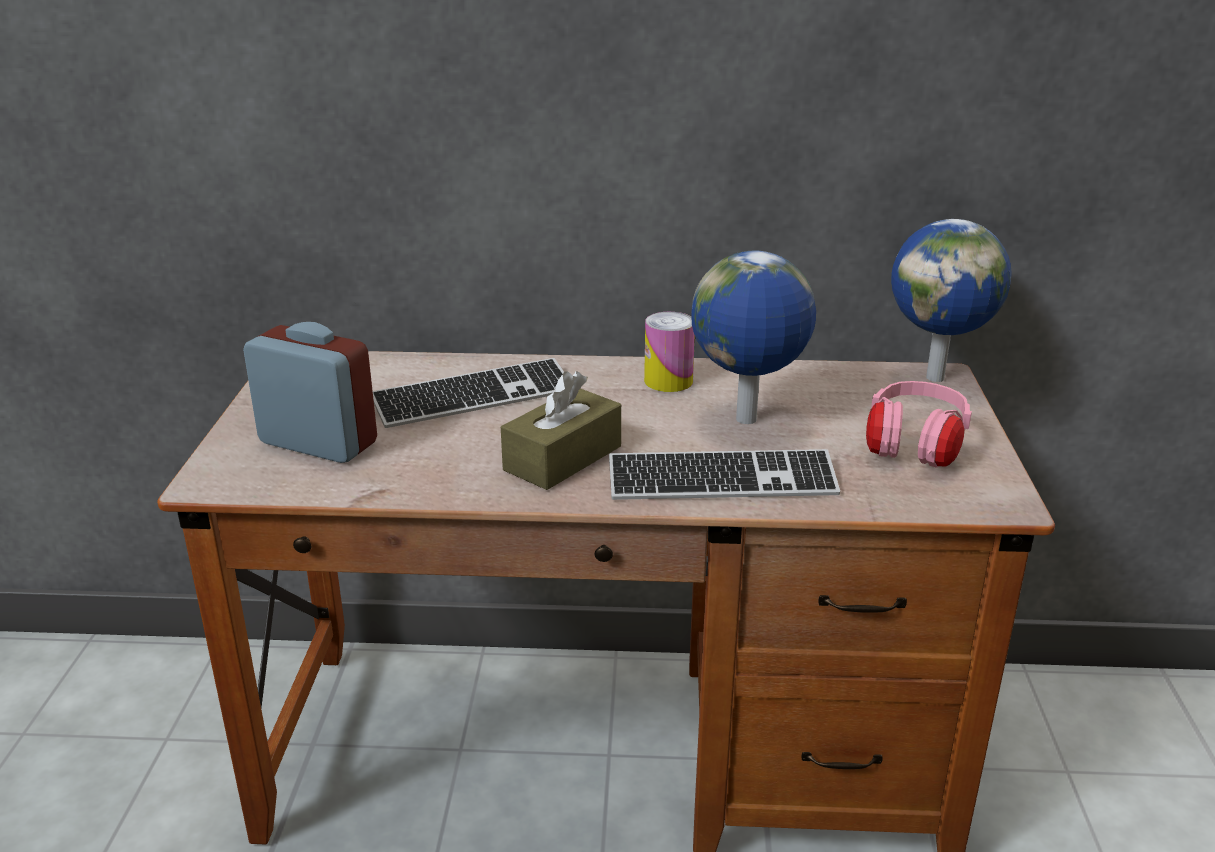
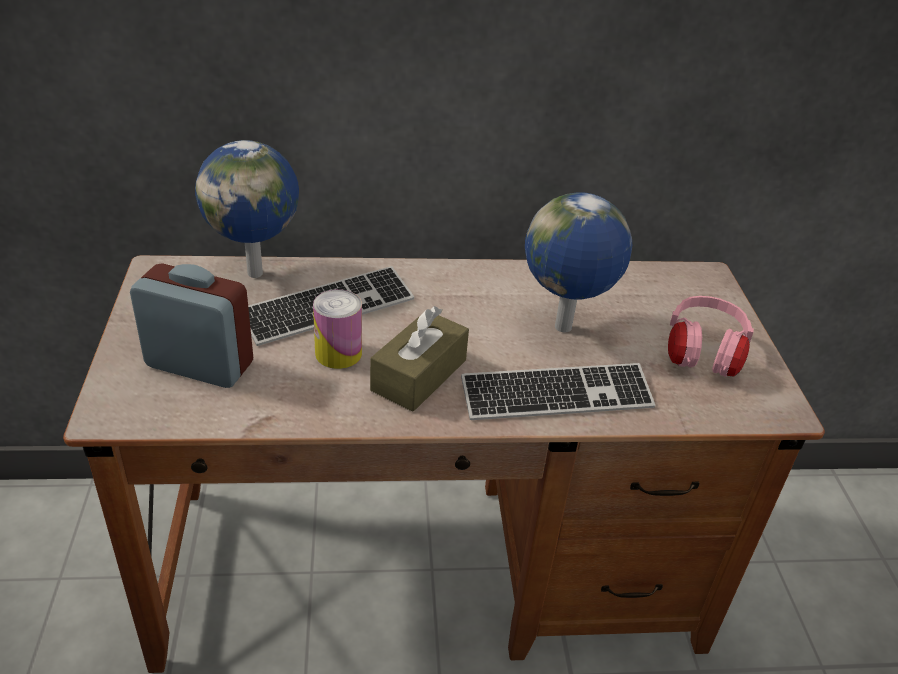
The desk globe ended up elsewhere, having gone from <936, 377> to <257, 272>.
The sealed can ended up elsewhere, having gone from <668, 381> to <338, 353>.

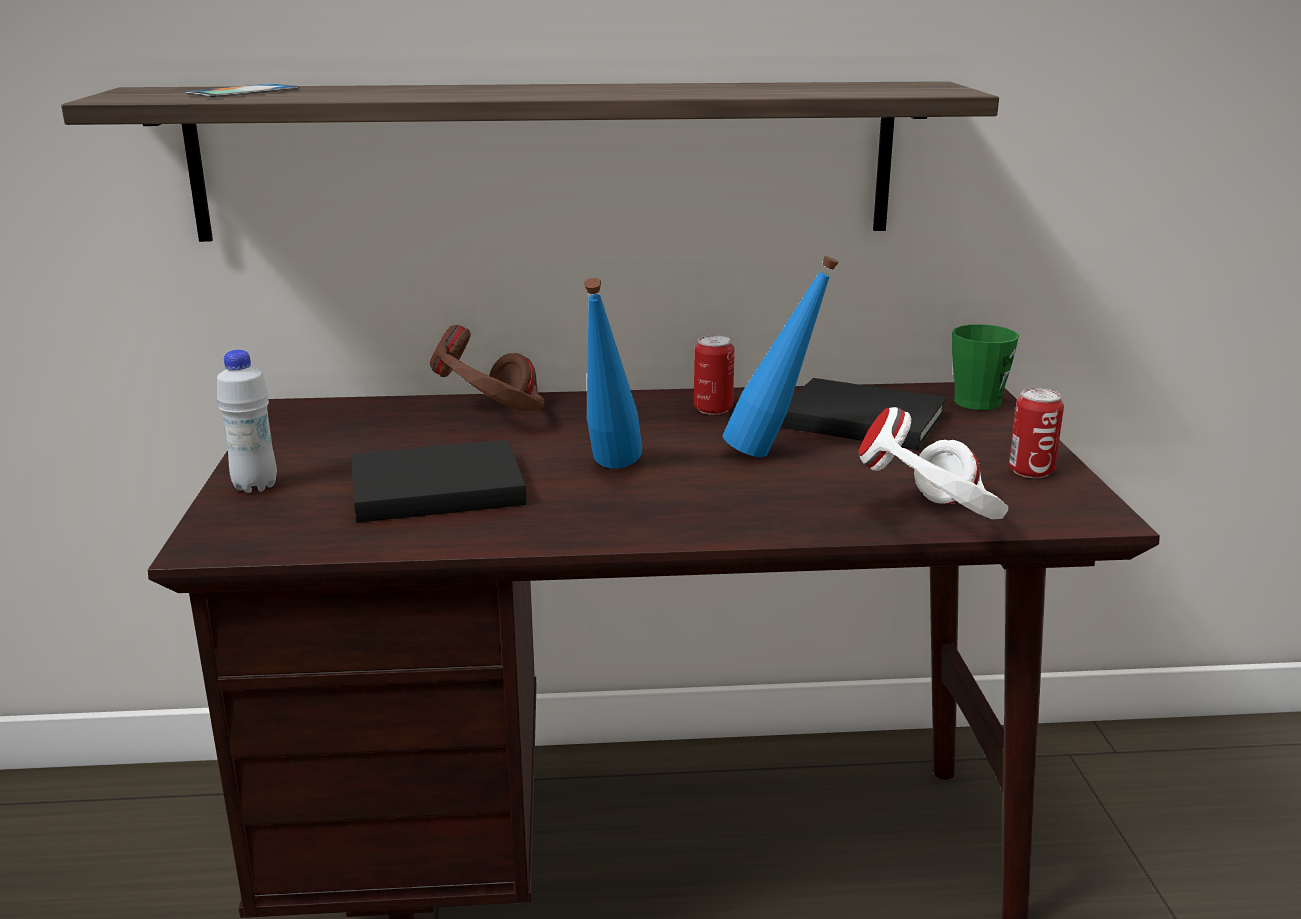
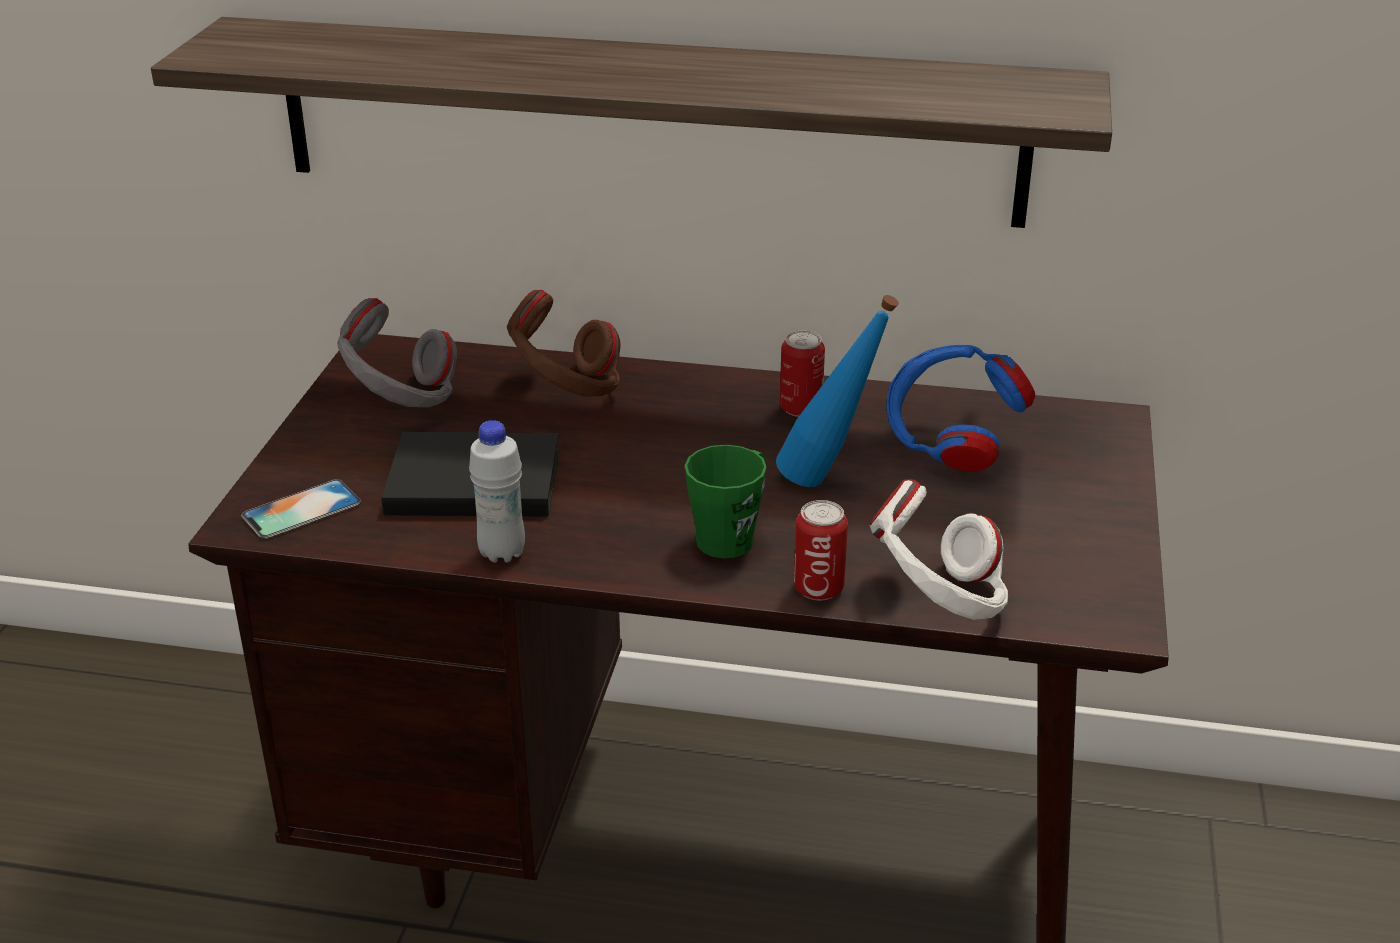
The telephone ended up elsewhere, having gone from <243, 92> to <302, 510>.
The second view gained the pair of headphones in grey at <401, 401>.
The bottle in white ended up elsewhere, having gone from <255, 486> to <502, 553>.
The mug in green ended up elsewhere, having gone from <978, 399> to <731, 535>.
The sealed can ended up elsewhere, having gone from <1030, 471> to <818, 588>.
Where the book in black stood at <858, 419>, the pair of headphones in blue came to stand at <950, 444>.
The second view lost the bottle in blue at <609, 471>.

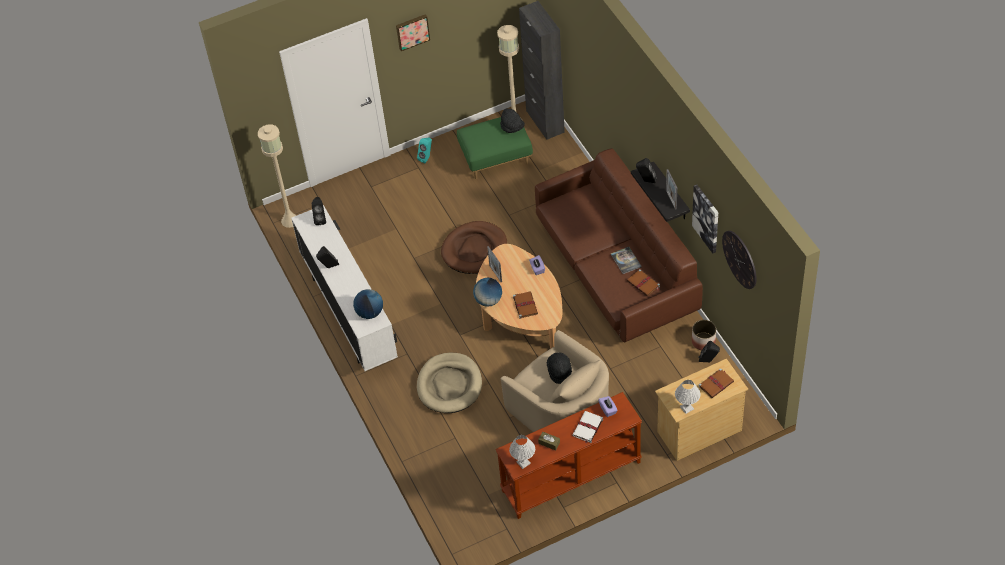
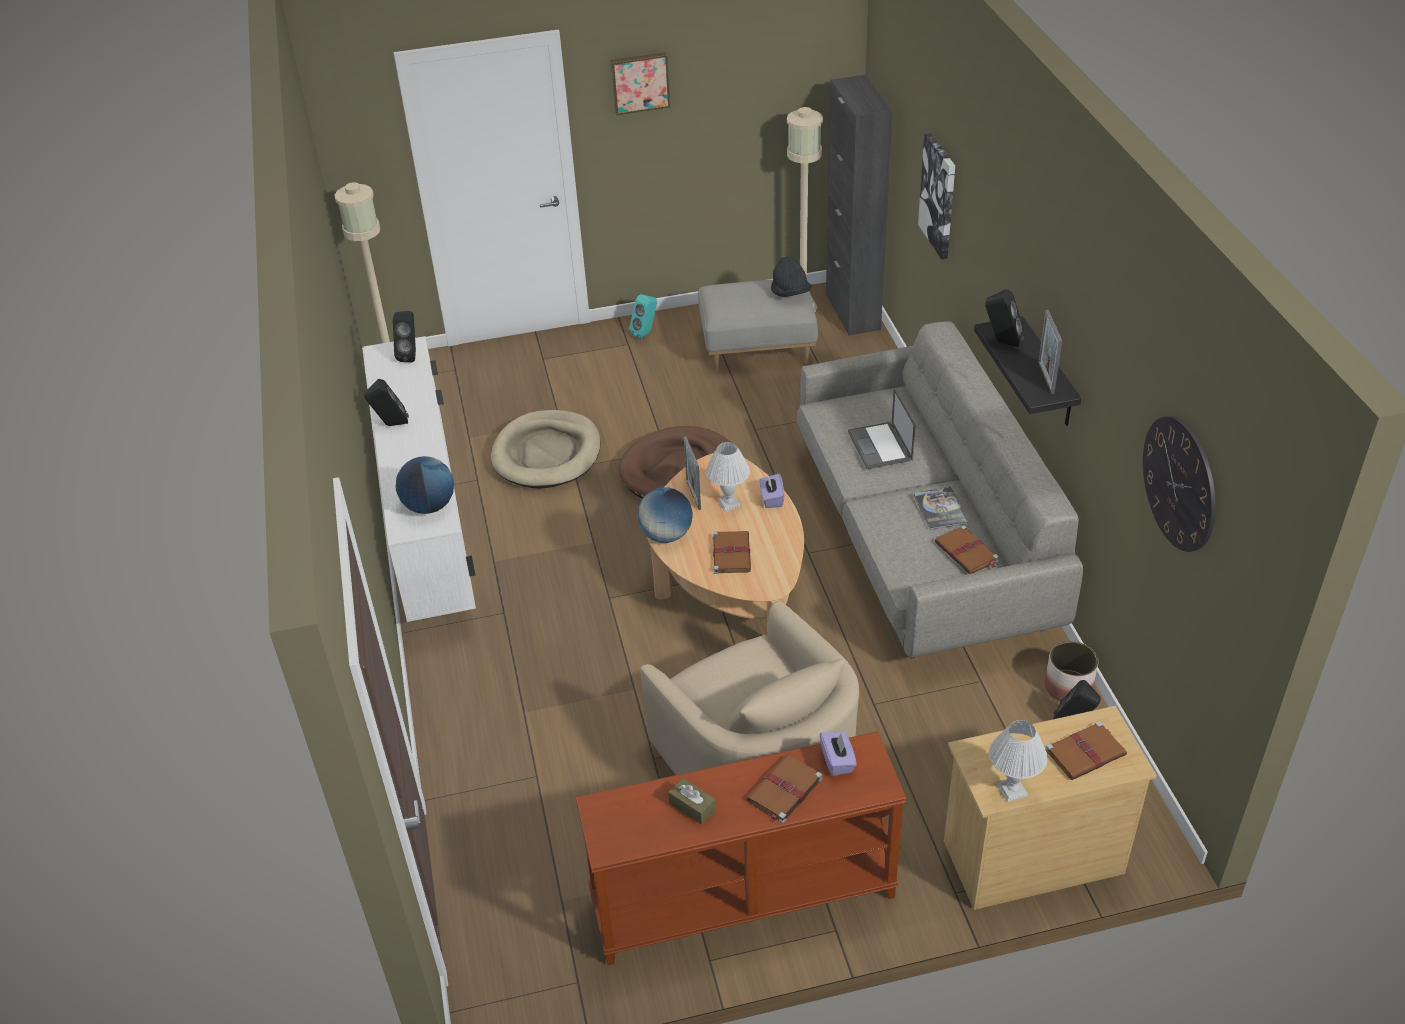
The dog cushion in beige-coloured ended up elsewhere, having gone from <449, 385> to <547, 454>.
What was the ottoman in green at <496, 158> turned into the ottoman in grey at <758, 349>.
The lamp for a table in white ended up elsewhere, having gone from <523, 462> to <728, 503>.
What was the book in white at <587, 428> turned into the book in brown at <783, 791>.
What was the settee in brown at <615, 270> turned into the settee in grey at <921, 539>.
The second view gained the portable computer at <880, 446>.
The wall art ended up elsewhere, having gone from <706, 218> to <939, 195>.
The second view lost the hat in black at <559, 371>.

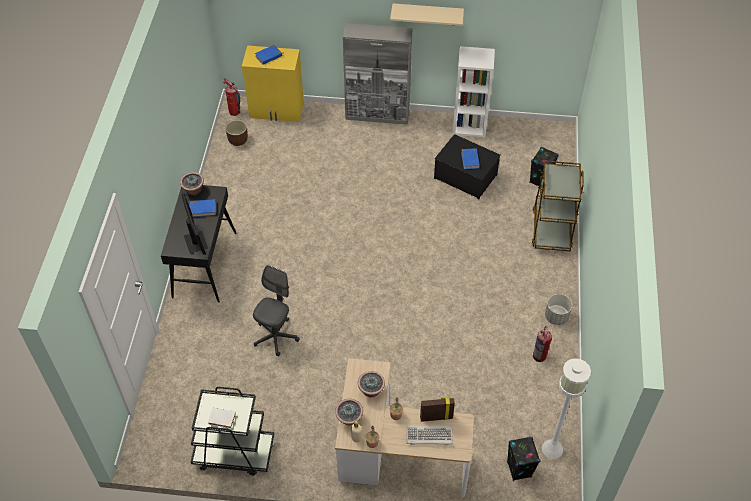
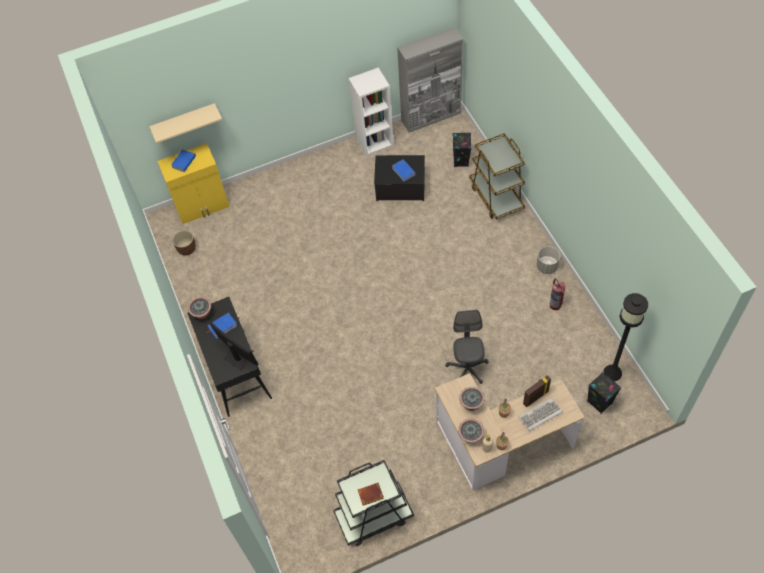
The wall shelf in beige-coloured ended up elsewhere, having gone from <427, 14> to <184, 121>.
What was the book in white at <221, 420> turned into the book in brown at <370, 496>.
The cabinet in grey ended up elsewhere, having gone from <377, 115> to <431, 116>.
The computer chair in grey ended up elsewhere, having gone from <276, 337> to <467, 369>.
What was the standard lamp in white at <552, 449> turned into the standard lamp in black at <612, 373>.
The second view lost the fire-fighting cylinder at <234, 112>.

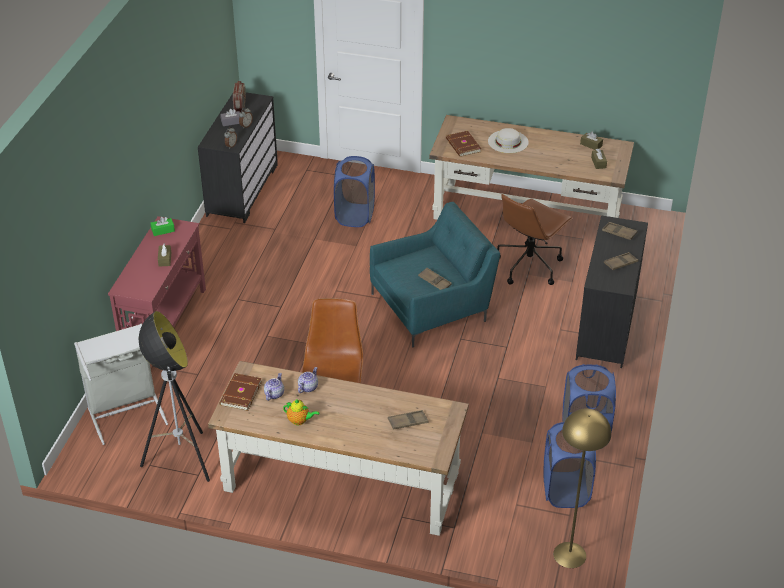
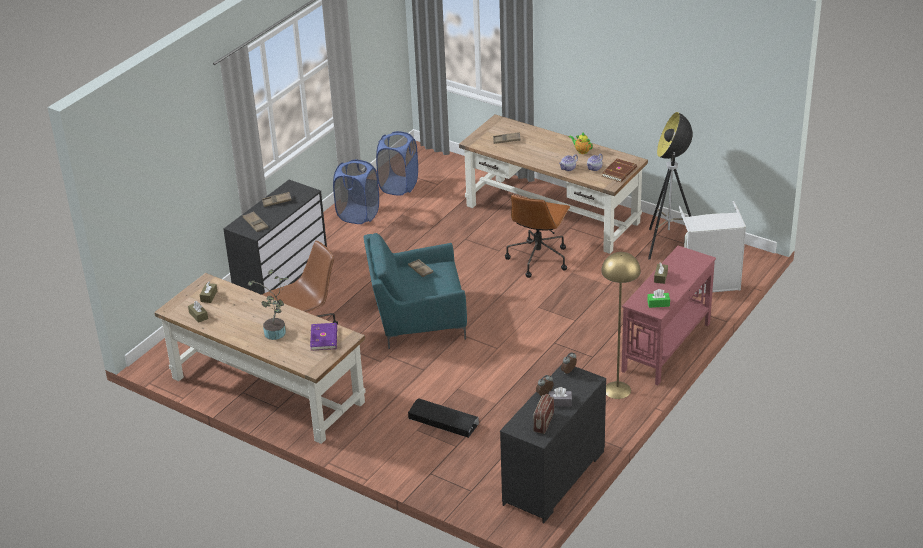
Where the hat in white stood at <508, 141>, the plant in a pot came to stand at <276, 334>.
What was the book in brown at <462, 146> turned into the book in purple at <324, 338>.
Where the laundry basket in blue stood at <355, 215>, the storage bin in black came to stand at <443, 421>.
The standard lamp in yellowish ended up elsewhere, having gone from <569, 554> to <617, 390>.

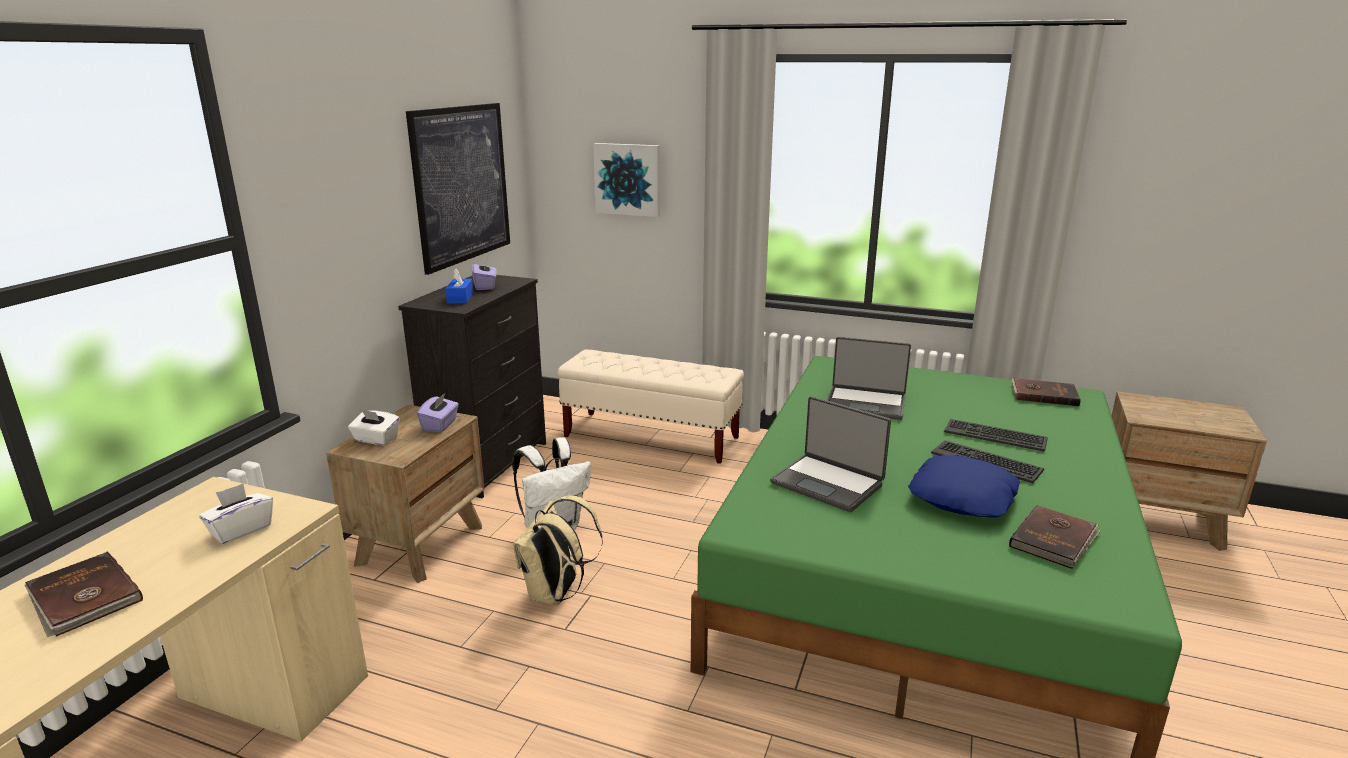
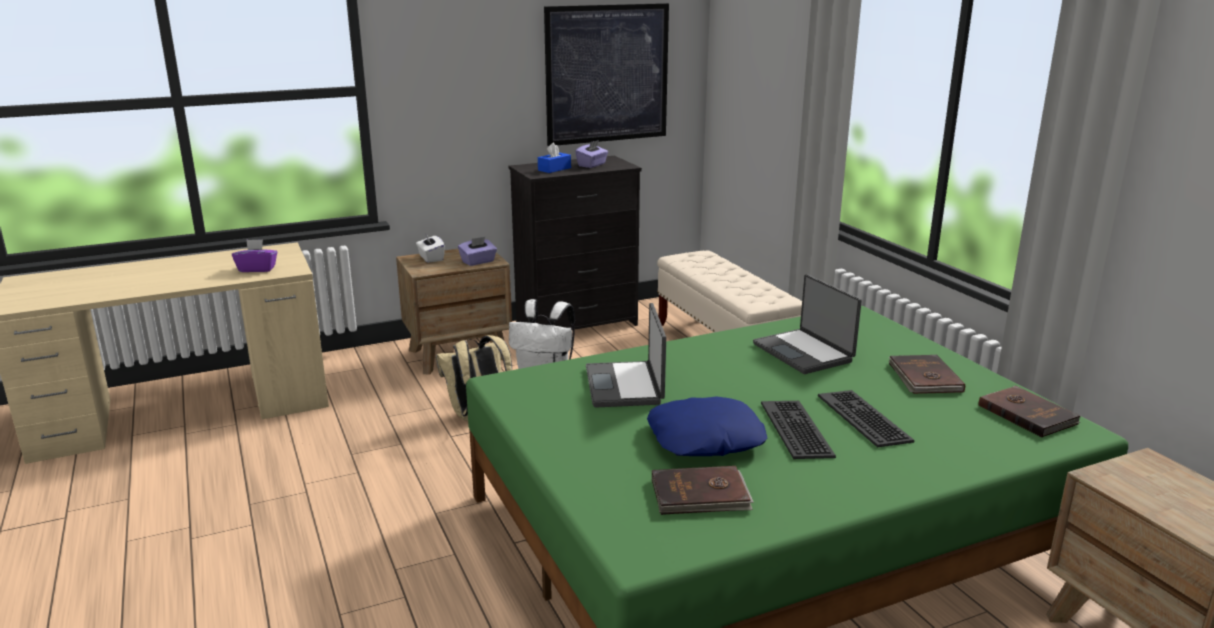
What was the box of tissues in white at <241, 530> turned into the box of tissues in purple at <257, 269>.
The book in brown ended up elsewhere, having gone from <83, 598> to <924, 378>.
The second view lost the wall art at <628, 179>.

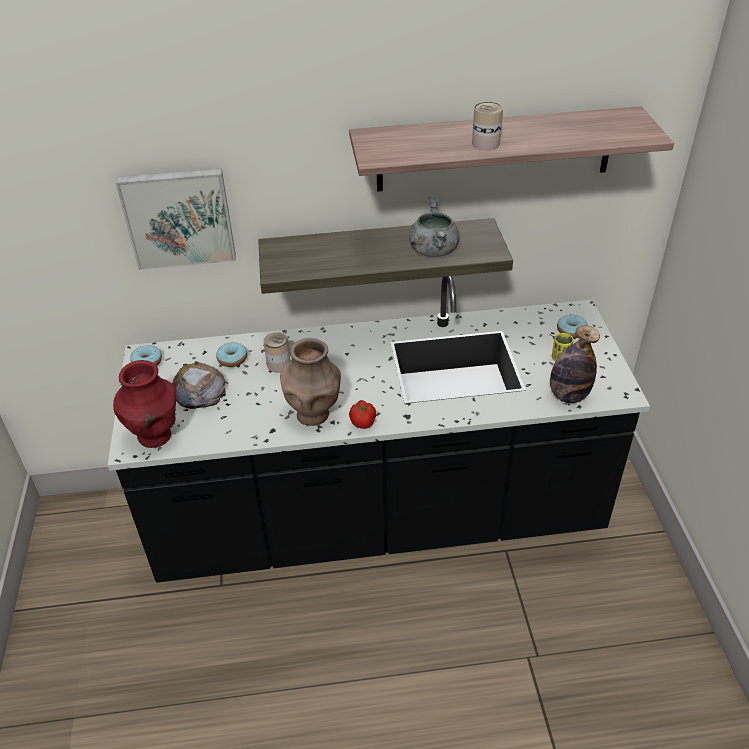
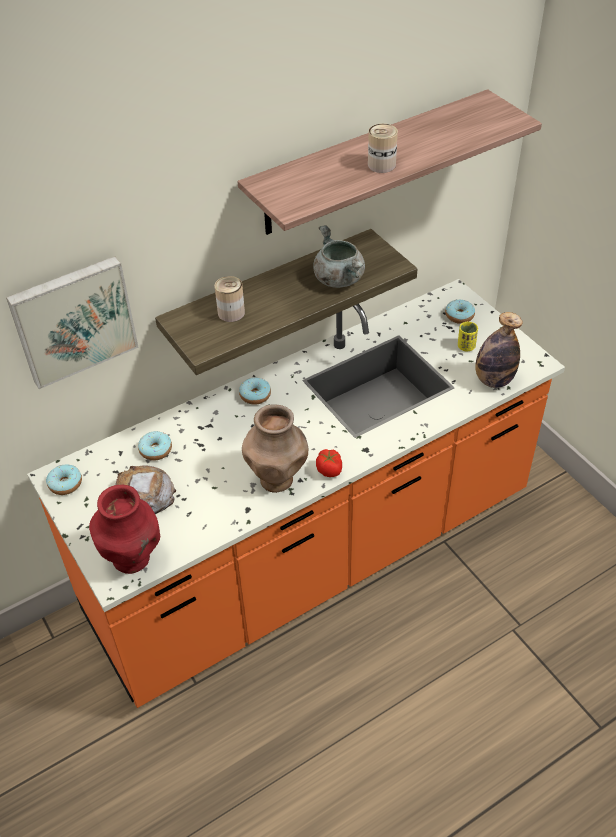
What was the kitchen base unit in black at <378, 518> turned into the kitchen base unit in orange at <312, 556>.
The sealed can ended up elsewhere, having gone from <279, 364> to <231, 313>.
The second view gained the ring doughnut at <255, 395>.

